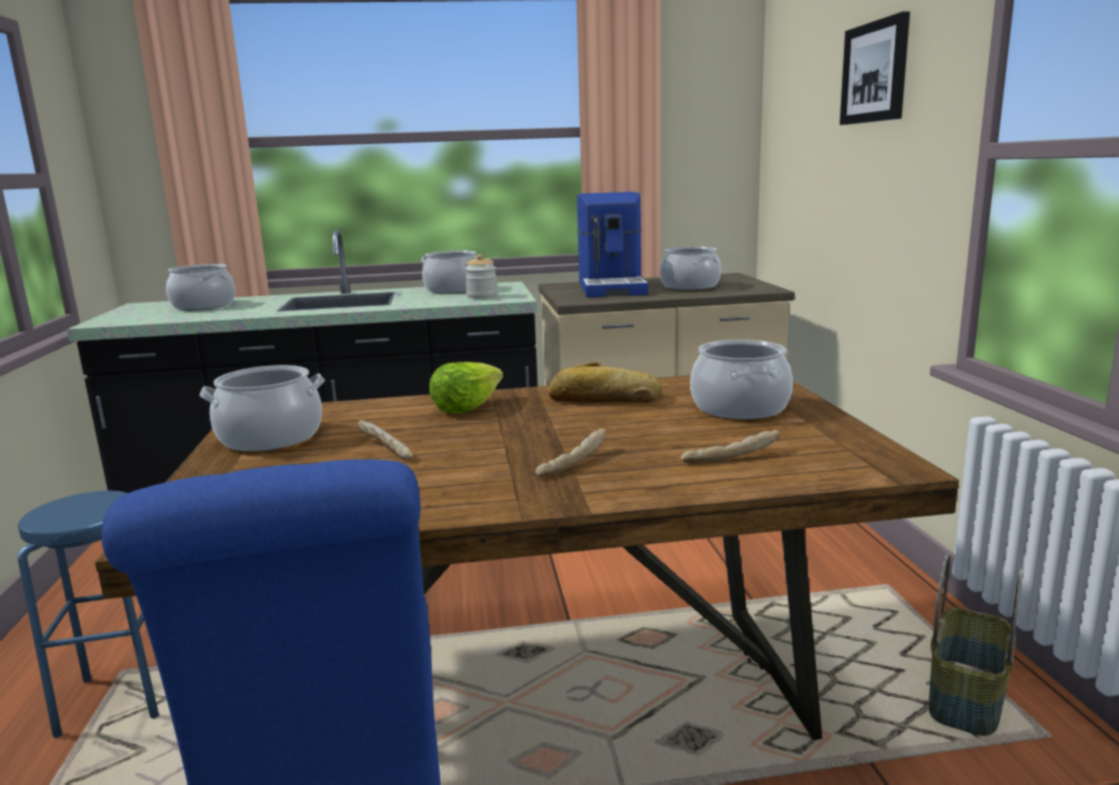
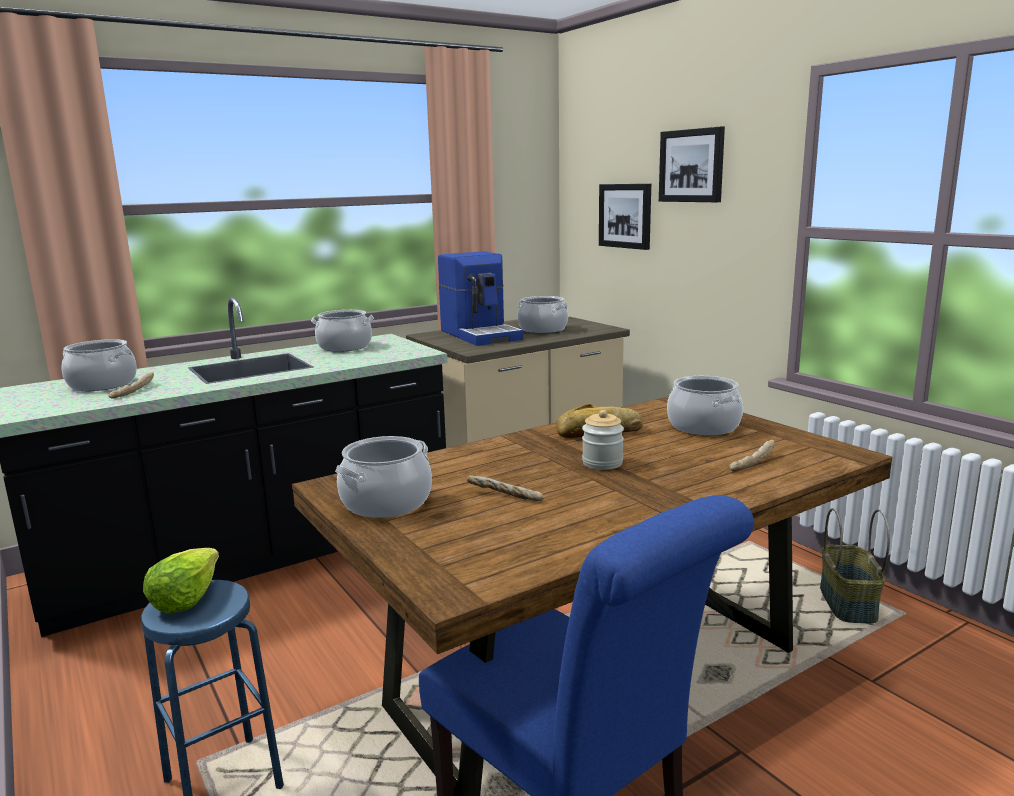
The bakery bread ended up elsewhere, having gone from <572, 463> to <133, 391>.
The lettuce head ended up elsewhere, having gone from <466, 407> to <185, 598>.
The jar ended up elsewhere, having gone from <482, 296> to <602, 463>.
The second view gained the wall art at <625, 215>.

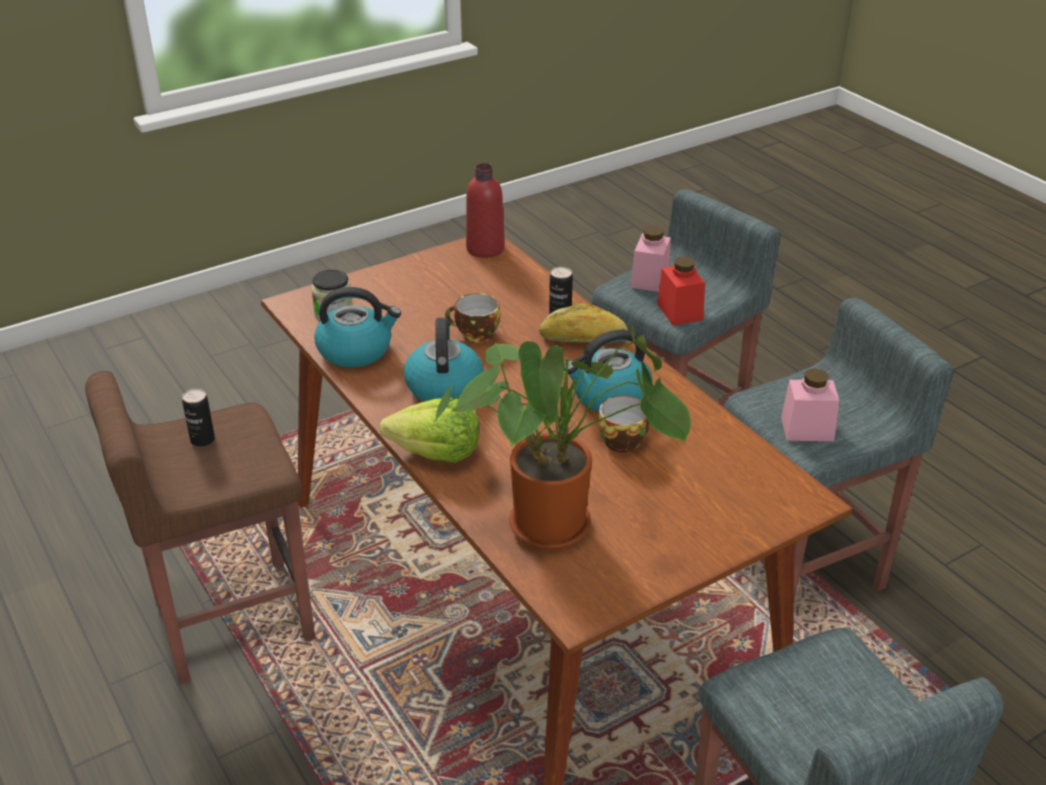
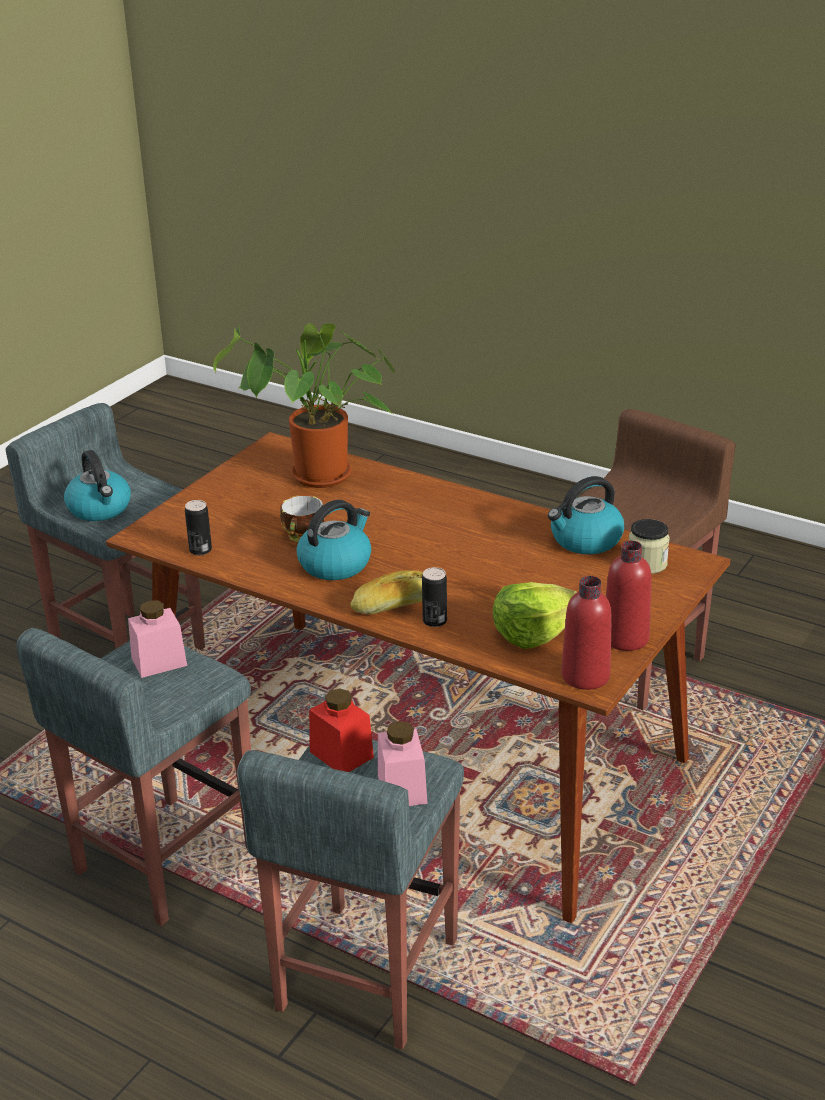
The tea kettle ended up elsewhere, having gone from <443, 385> to <100, 509>.
The sealed can ended up elsewhere, having gone from <202, 440> to <200, 550>.
The lettuce head ended up elsewhere, having gone from <436, 453> to <533, 633>.
The second view gained the bottle in red at <625, 638>.
The second view lost the cup at <475, 335>.

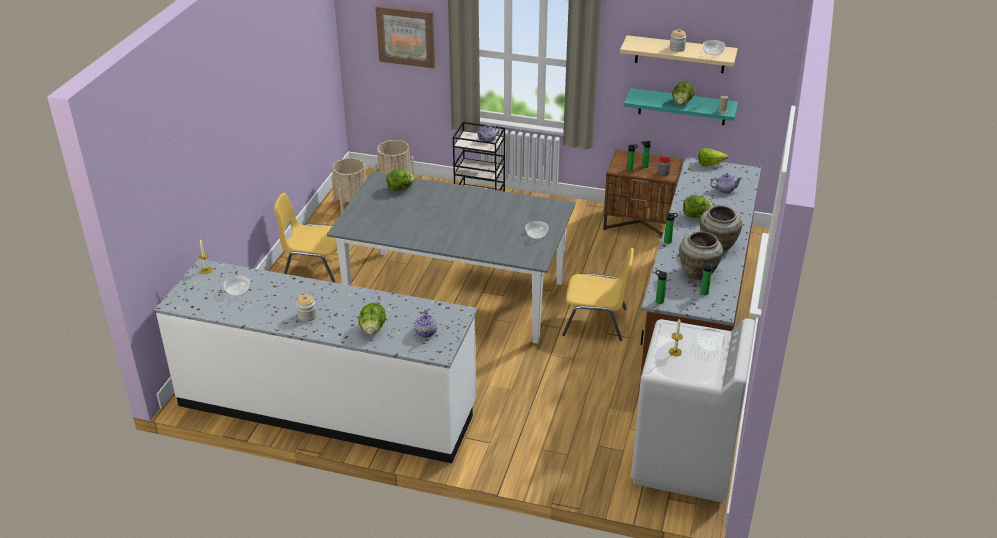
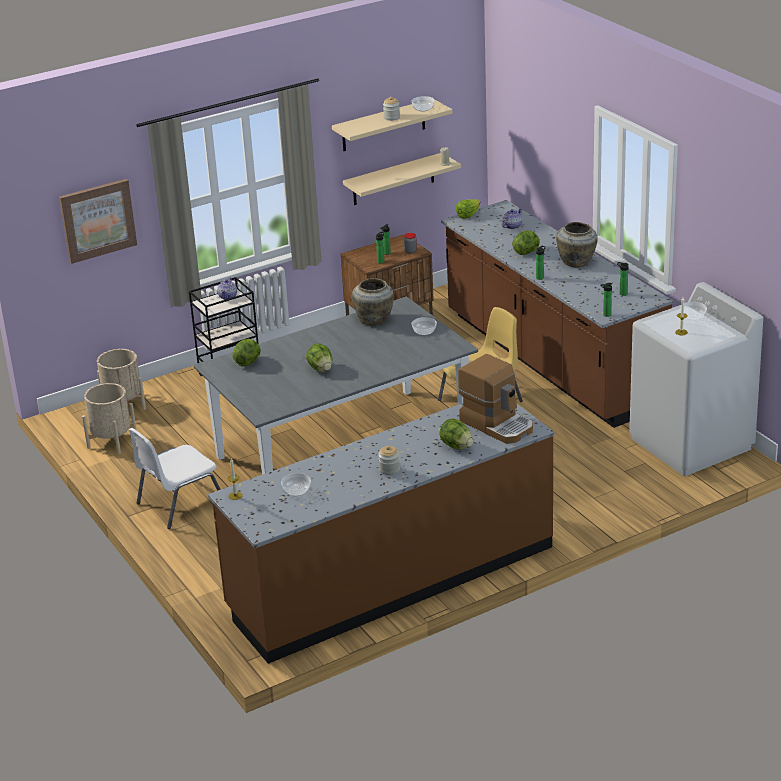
What was the chair in yellowish at <315, 268> turned into the chair in white at <179, 504>.
What was the kitchen base unit in white at <328, 405> turned into the kitchen base unit in brown at <391, 578>.
The lettuce head ended up elsewhere, having gone from <682, 103> to <321, 369>.
What was the wall shelf in blue-green at <682, 106> turned into the wall shelf in beige-coloured at <393, 179>.
The flower vase in beige-coloured ended up elsewhere, having gone from <698, 273> to <374, 320>.
Where the teapot stood at <426, 332>, the coffee machine came to stand at <497, 424>.

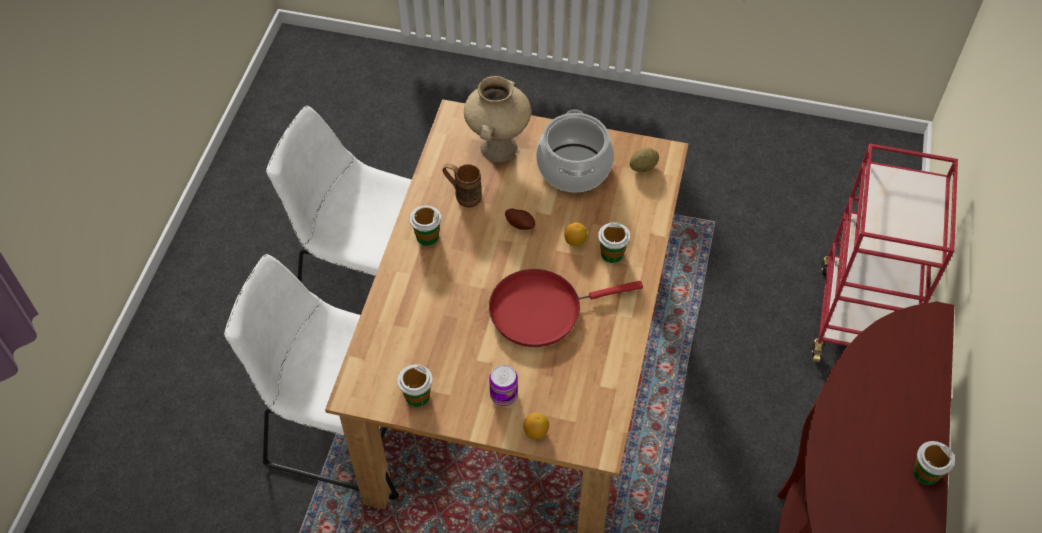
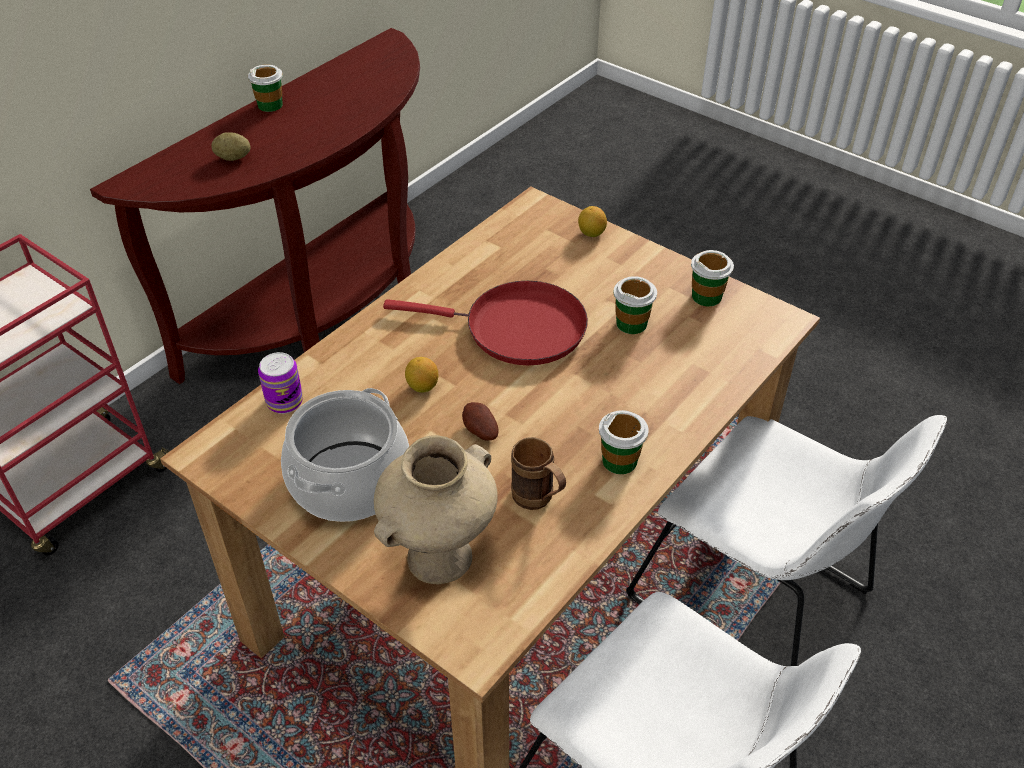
The spud ended up elsewhere, having gone from <643, 167> to <233, 158>.
The sealed can ended up elsewhere, having gone from <503, 395> to <284, 402>.
The cup ended up elsewhere, having gone from <612, 254> to <631, 323>.

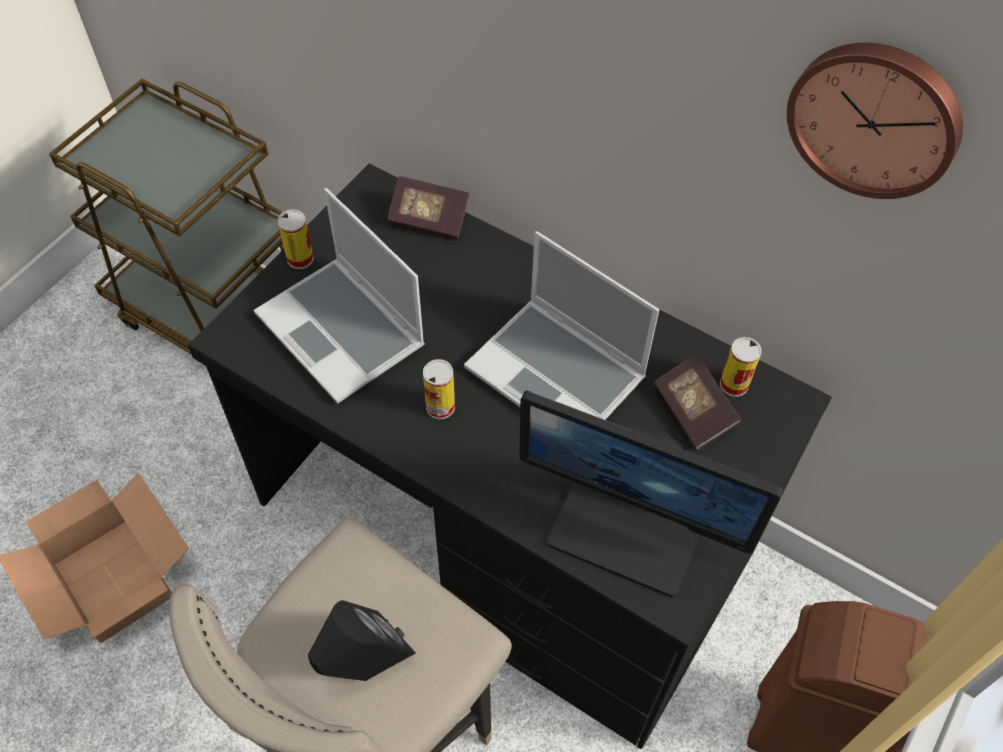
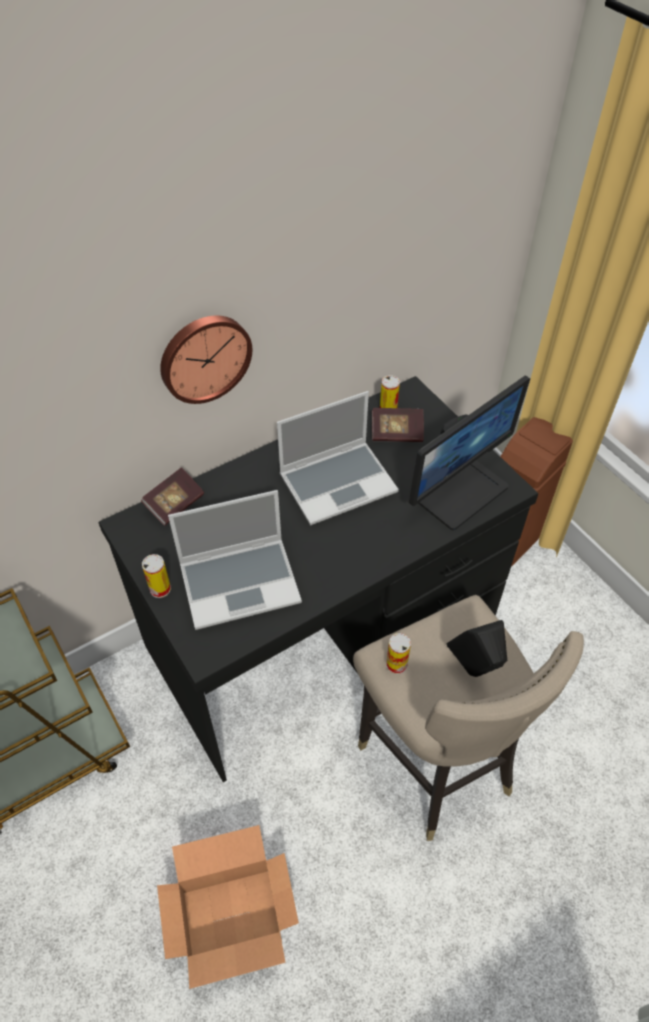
The hanging clock ended up elsewhere, having gone from <875, 117> to <204, 357>.
The sealed can ended up elsewhere, having gone from <440, 406> to <396, 664>.

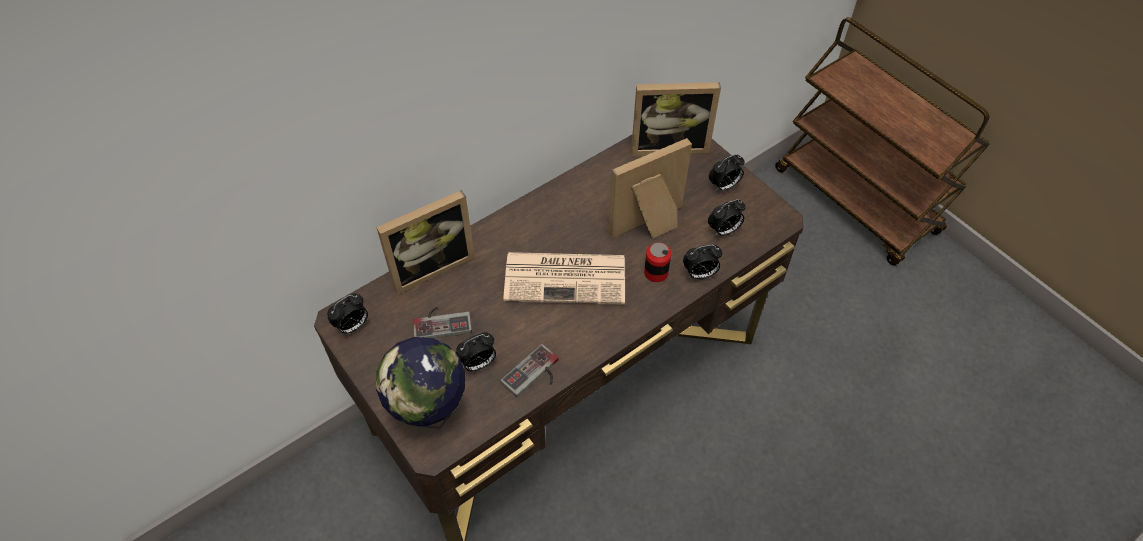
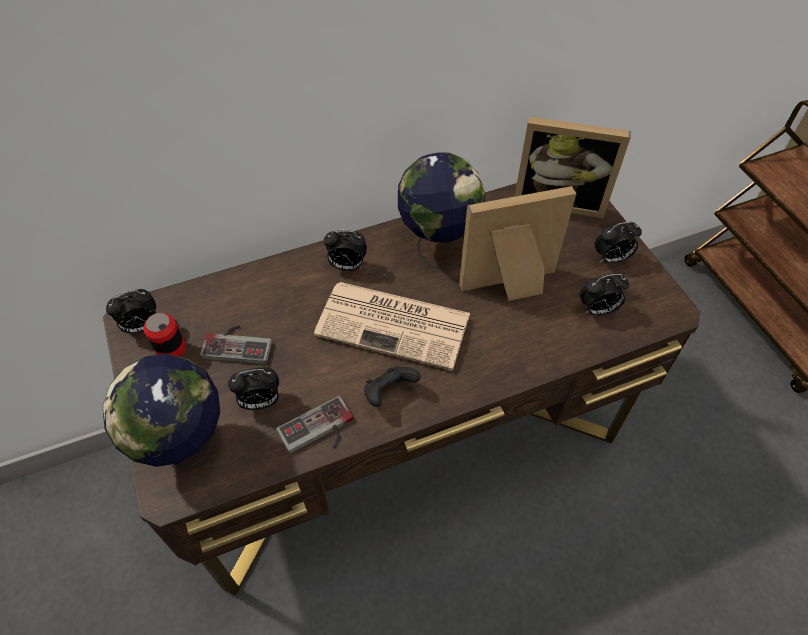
The sealed can ended up elsewhere, having gone from <656, 273> to <171, 349>.
The alarm clock ended up elsewhere, having gone from <699, 274> to <347, 266>.
The second view gained the joypad in black at <389, 393>.
The second view gained the desk globe at <438, 243>.
The second view lost the standing frame at <430, 265>.

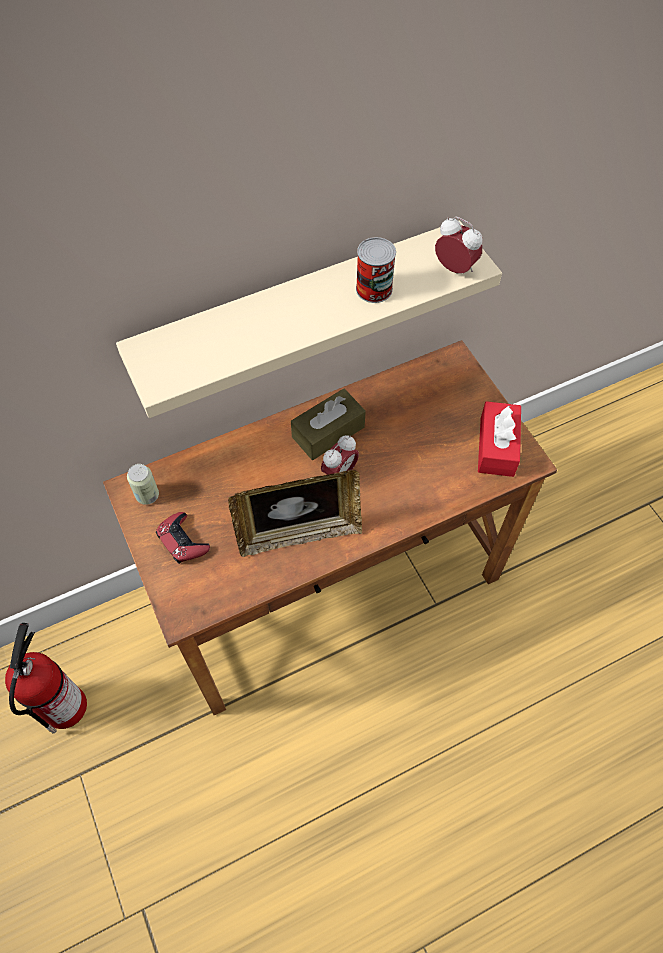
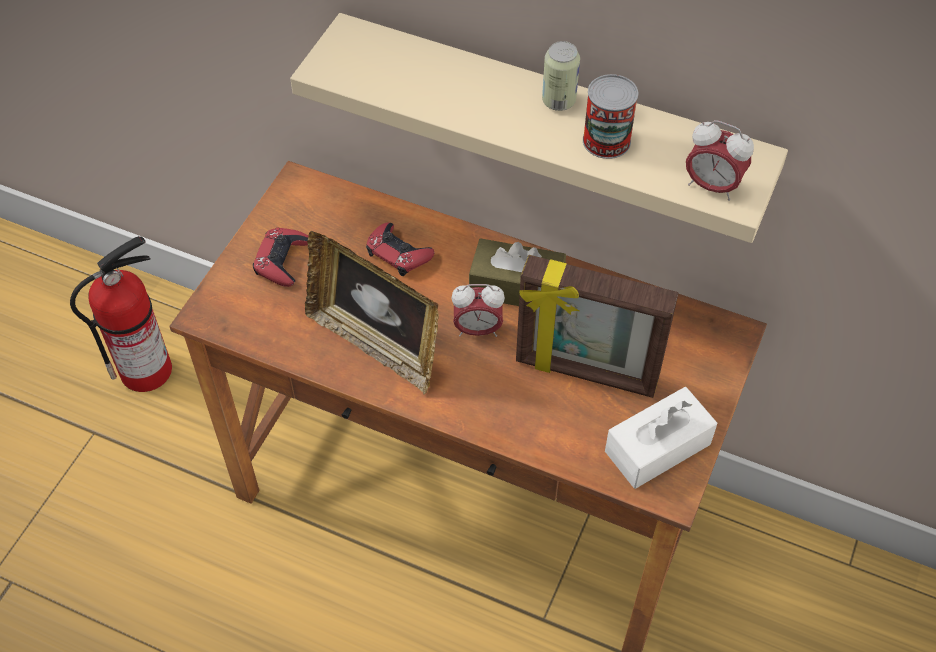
The second view gained the joypad in red at <398, 253>.
The second view gained the standing frame at <586, 372>.
The sealed can ended up elsewhere, having gone from <147, 495> to <558, 101>.
What was the box of tissues in red at <496, 446> turned into the box of tissues in white at <657, 447>.
The alarm clock at <455, 269> ended up facing another way, 120 degrees clockwise from before.

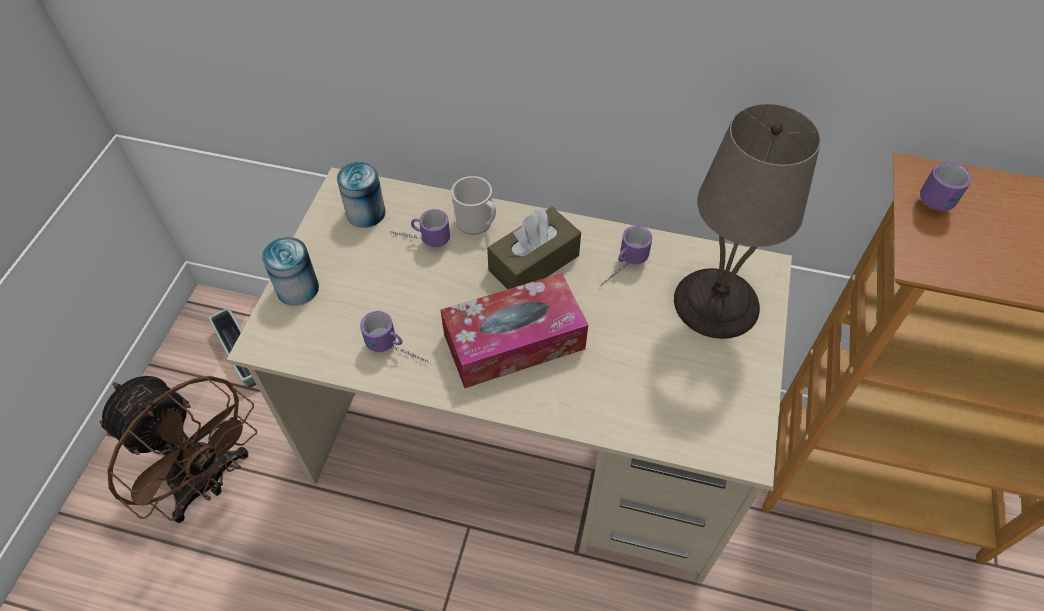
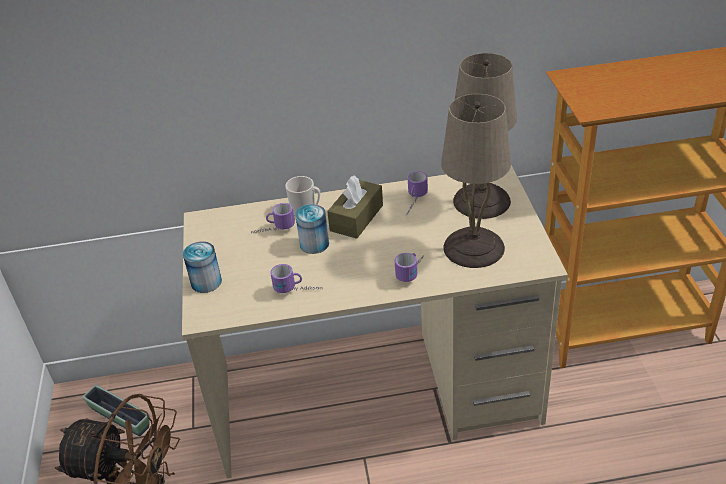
The sealed can ended up elsewhere, having gone from <366, 212> to <314, 244>.
The mug ended up elsewhere, having gone from <946, 196> to <413, 272>.
The second view gained the lamp for a table in beige-coloured at <474, 248>.
The second view lost the box of tissues at <514, 341>.

